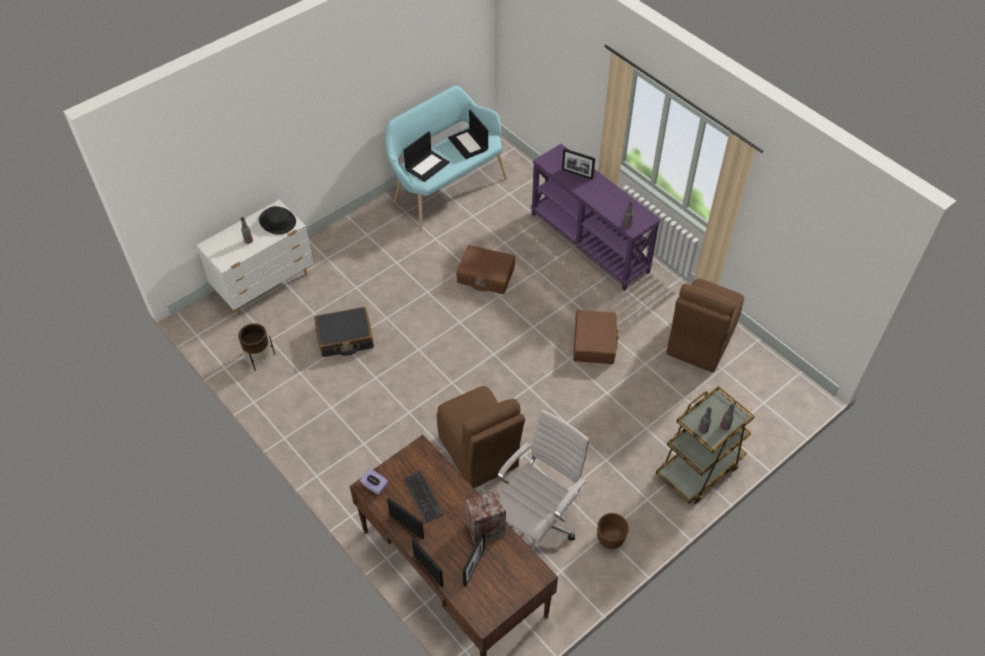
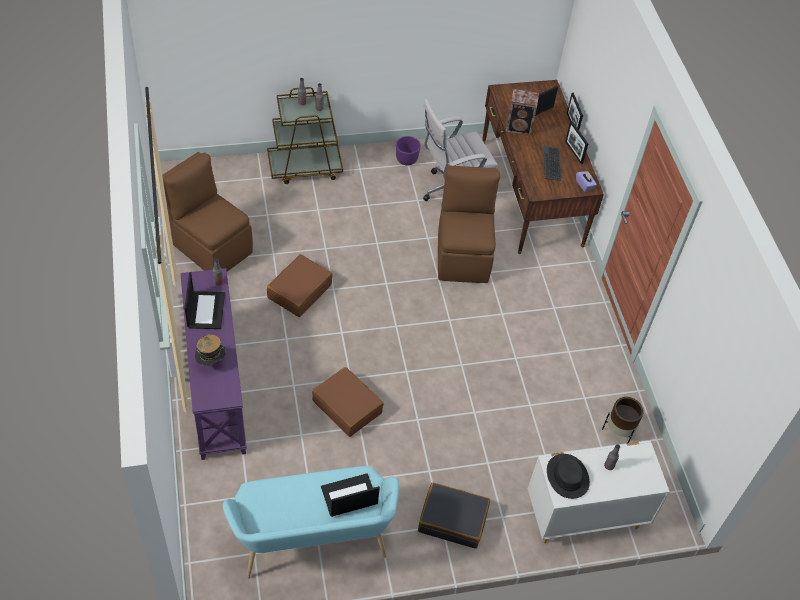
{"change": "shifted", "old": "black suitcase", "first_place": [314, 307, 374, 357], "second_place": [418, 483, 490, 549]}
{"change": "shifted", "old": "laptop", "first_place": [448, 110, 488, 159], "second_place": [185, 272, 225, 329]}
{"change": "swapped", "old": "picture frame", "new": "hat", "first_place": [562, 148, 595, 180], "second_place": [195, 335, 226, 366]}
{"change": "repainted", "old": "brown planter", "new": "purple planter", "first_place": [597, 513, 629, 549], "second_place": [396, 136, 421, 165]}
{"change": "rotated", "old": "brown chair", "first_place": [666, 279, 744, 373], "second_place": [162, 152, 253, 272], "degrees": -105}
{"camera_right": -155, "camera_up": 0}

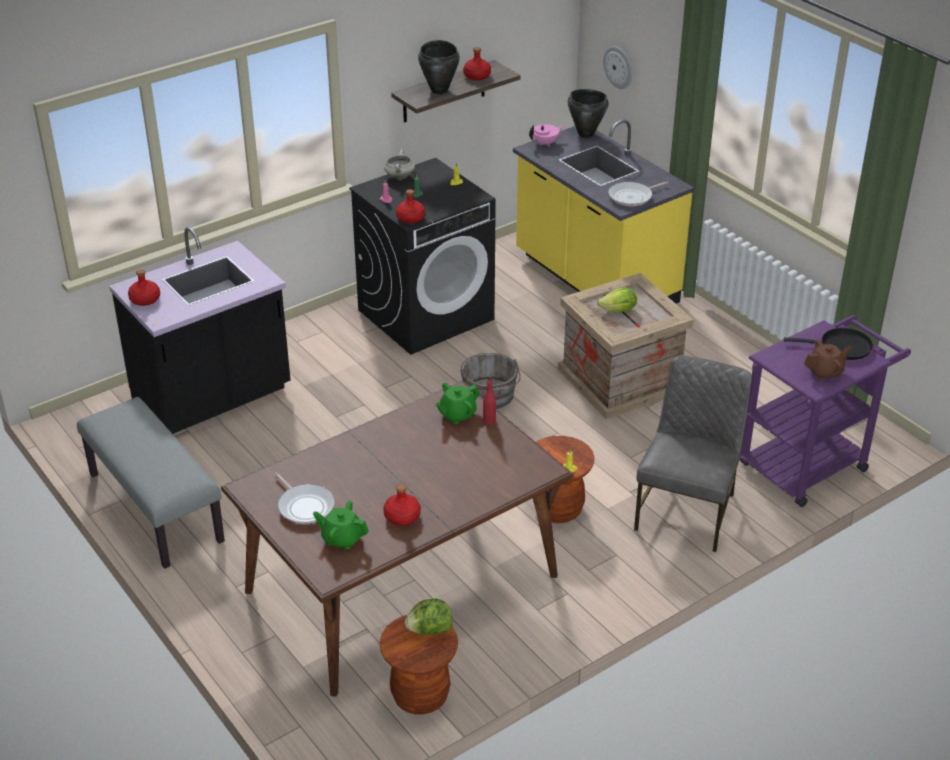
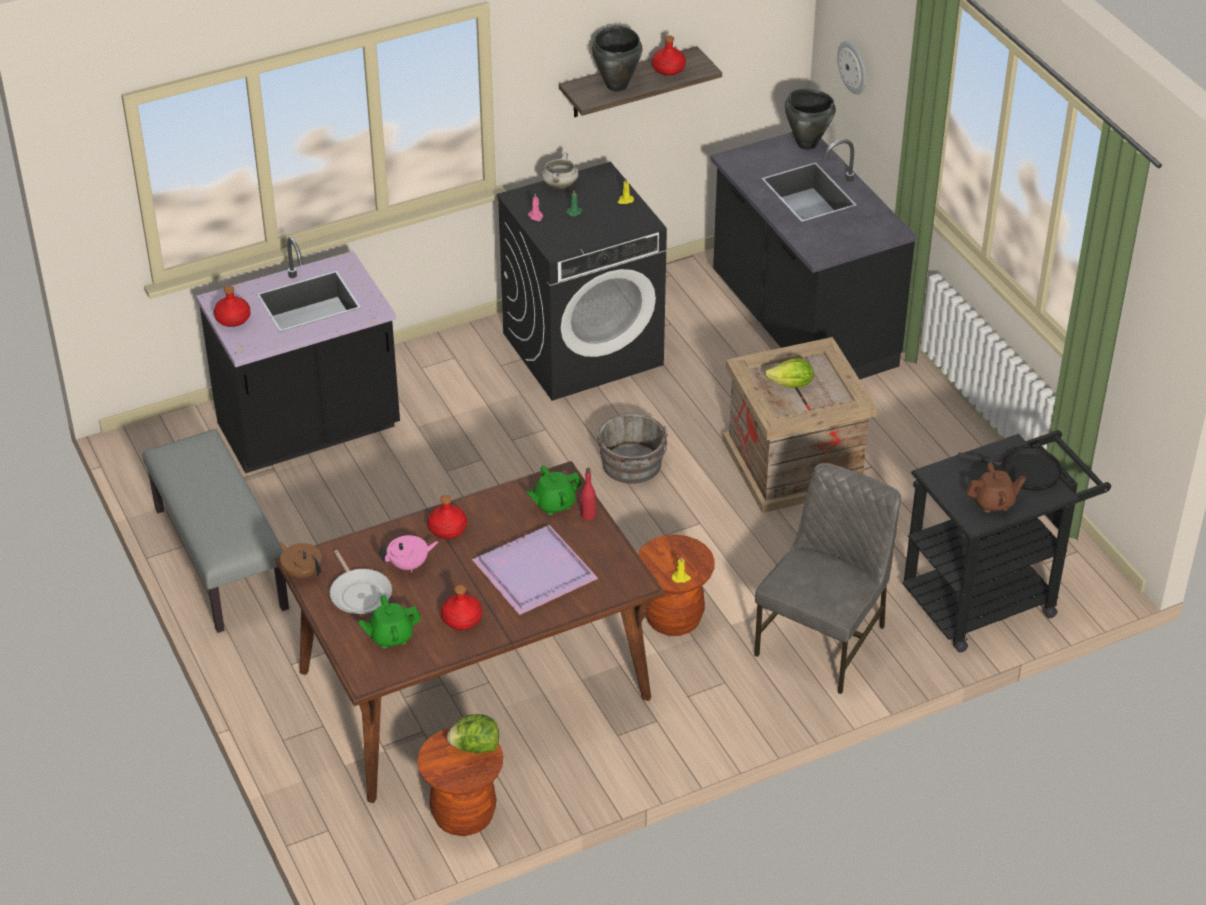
{"change": "rotated", "old": "green teapot", "first_place": [313, 501, 369, 549], "second_place": [358, 595, 421, 648], "degrees": -45}
{"change": "shifted", "old": "red bottle", "first_place": [396, 189, 425, 224], "second_place": [427, 495, 467, 539]}
{"change": "repainted", "old": "yellow counter", "new": "black counter", "first_place": [513, 119, 694, 304], "second_place": [711, 132, 917, 380]}
{"change": "shifted", "old": "pink teapot", "first_place": [529, 124, 564, 146], "second_place": [379, 535, 438, 572]}
{"change": "gone", "old": "frying pan", "first_place": [608, 182, 668, 206]}
{"change": "repainted", "old": "purple cart", "new": "black cart", "first_place": [739, 315, 911, 507], "second_place": [902, 430, 1111, 652]}
{"change": "new", "new": "brown teapot", "second_place": [279, 542, 322, 578]}
{"change": "new", "new": "purple tray", "second_place": [472, 525, 598, 615]}
{"camera_right": 10, "camera_up": 5}

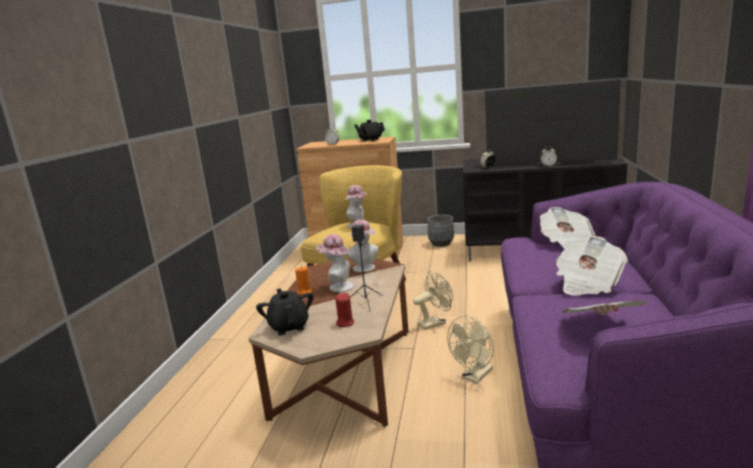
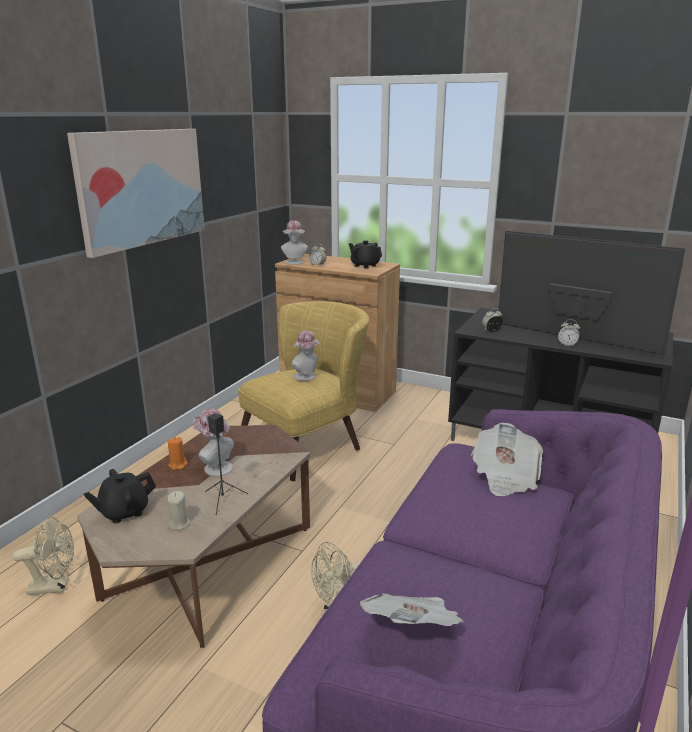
{"change": "rotated", "old": "black teapot", "first_place": [256, 289, 313, 335], "second_place": [84, 469, 156, 524], "degrees": -120}
{"change": "repainted", "old": "red candle", "new": "beige candle", "first_place": [335, 293, 354, 327], "second_place": [168, 491, 190, 530]}
{"change": "shifted", "old": "hat", "first_place": [347, 220, 378, 272], "second_place": [281, 220, 308, 264]}
{"change": "shifted", "old": "beige fan", "first_place": [413, 271, 453, 330], "second_place": [13, 517, 74, 595]}
{"change": "gone", "old": "grey planter", "first_place": [427, 215, 454, 247]}
{"change": "gone", "old": "newspaper", "first_place": [556, 236, 628, 295]}
{"change": "new", "new": "picture", "second_place": [67, 129, 205, 258]}
{"camera_right": 15, "camera_up": 5}

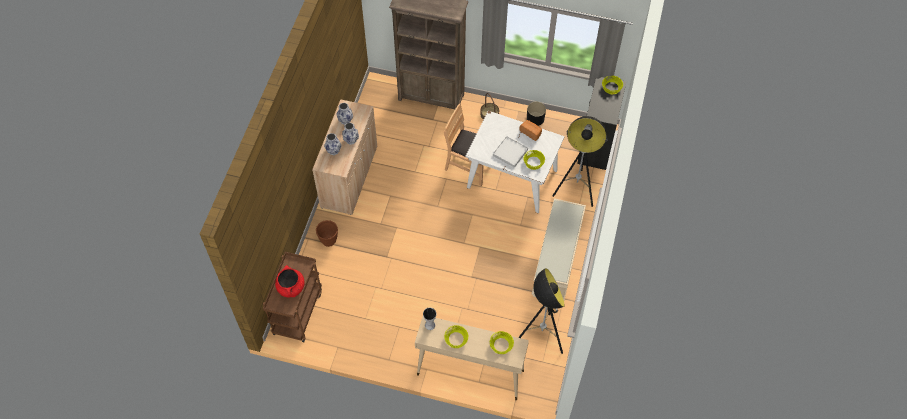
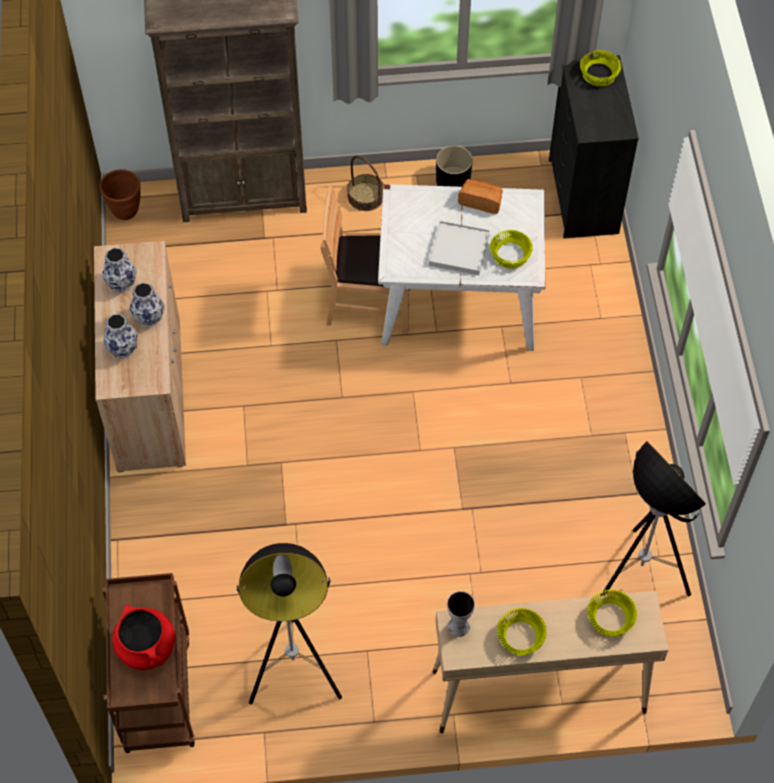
{"change": "shifted", "old": "brown planter", "first_place": [316, 220, 338, 247], "second_place": [100, 169, 141, 220]}
{"change": "gone", "old": "beige bench", "first_place": [532, 198, 586, 300]}
{"change": "shifted", "old": "floor lamp", "first_place": [552, 116, 607, 207], "second_place": [236, 543, 342, 704]}
{"camera_right": -20, "camera_up": 0}

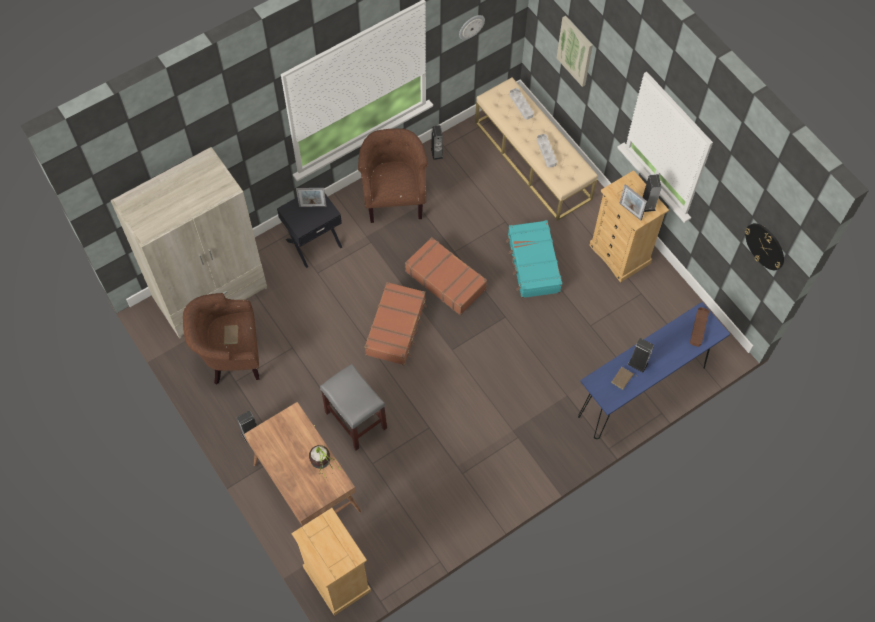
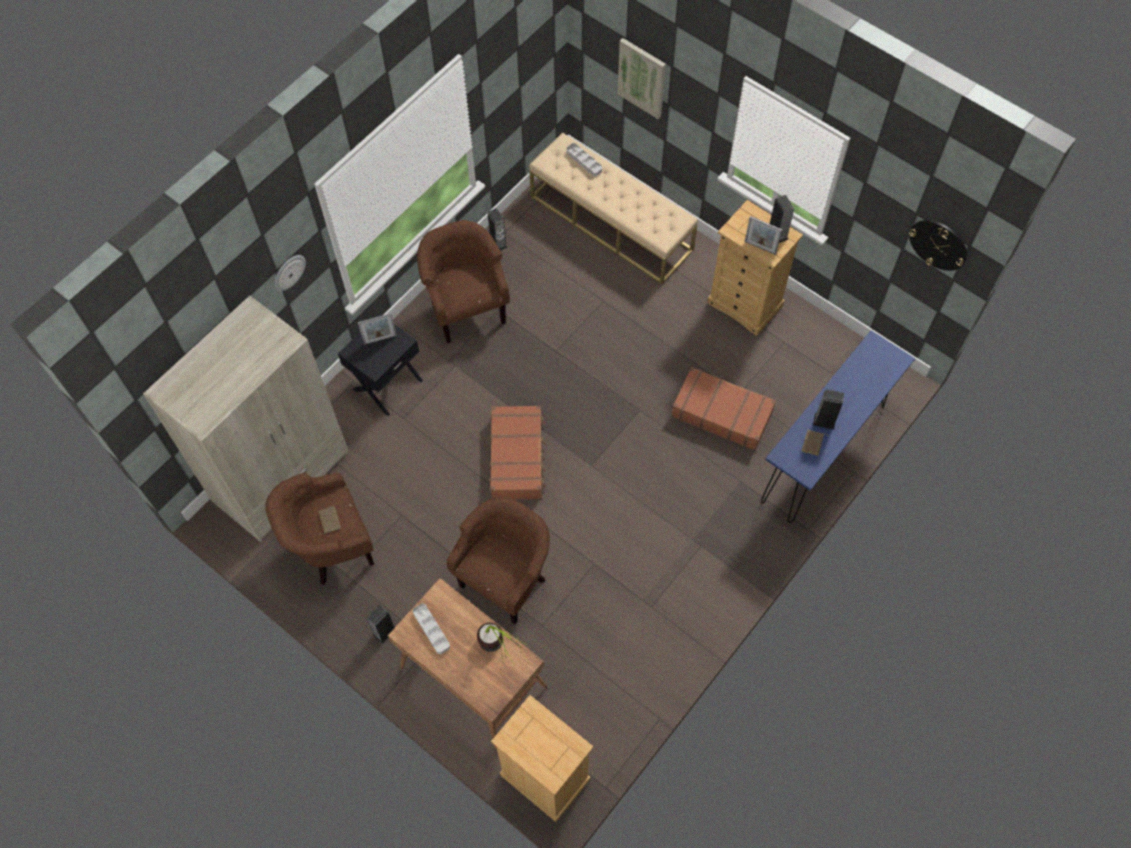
{"change": "swapped", "old": "grey stool", "new": "brown armchair", "first_place": [320, 364, 387, 451], "second_place": [446, 496, 550, 624]}
{"change": "shifted", "old": "brown suitcase", "first_place": [405, 237, 487, 315], "second_place": [671, 367, 776, 451]}
{"change": "shifted", "old": "wall clock", "first_place": [459, 15, 485, 40], "second_place": [275, 255, 306, 291]}
{"change": "gone", "old": "turquoise suitcase", "first_place": [506, 220, 563, 298]}
{"change": "shifted", "old": "grey tray", "first_place": [537, 134, 557, 168], "second_place": [413, 604, 450, 654]}
{"change": "gone", "old": "brown tray", "first_place": [690, 307, 709, 347]}
{"camera_right": -15, "camera_up": 0}

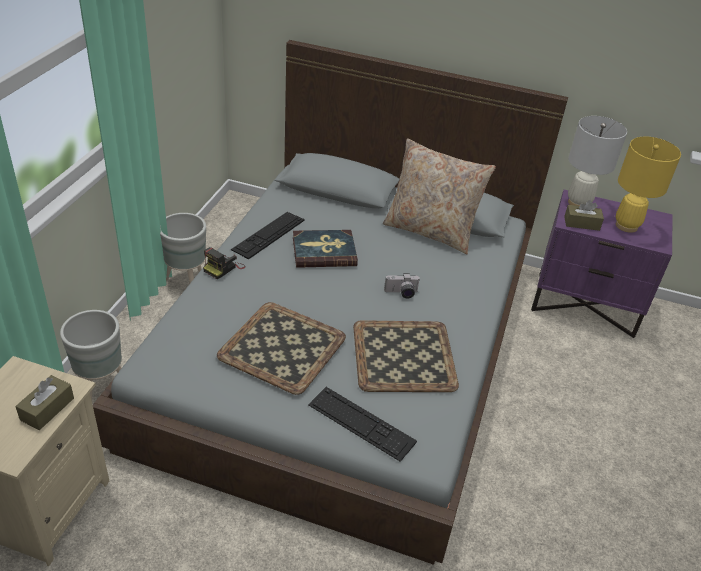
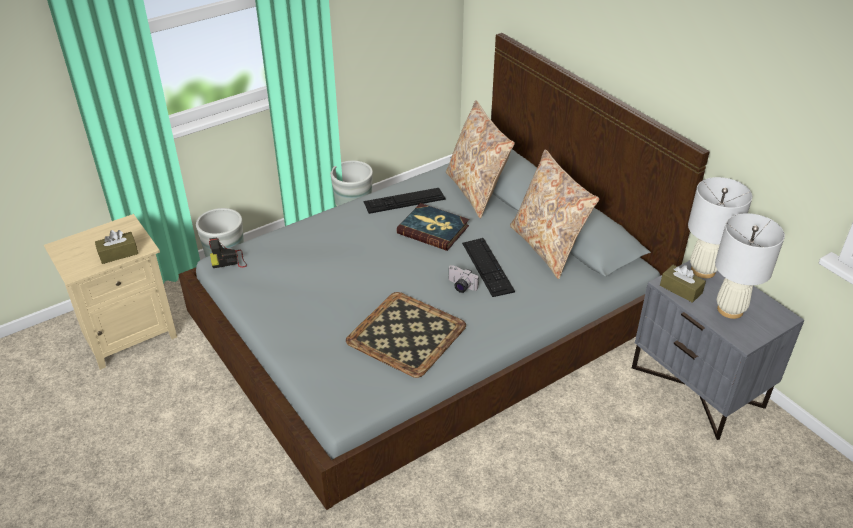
{"change": "shifted", "old": "photo camera", "first_place": [203, 247, 246, 280], "second_place": [209, 238, 247, 268]}
{"change": "gone", "old": "tray", "first_place": [217, 302, 346, 395]}
{"change": "shifted", "old": "keyboard", "first_place": [308, 387, 417, 462], "second_place": [462, 238, 515, 297]}
{"change": "repainted", "old": "purple nightstand", "new": "grey nightstand", "first_place": [531, 190, 673, 338], "second_place": [632, 260, 804, 440]}
{"change": "repainted", "old": "yellow table lamp", "new": "white table lamp", "first_place": [616, 137, 681, 233], "second_place": [715, 213, 785, 319]}
{"change": "new", "new": "beige pillow", "second_place": [446, 100, 515, 218]}
{"camera_right": 40, "camera_up": 0}

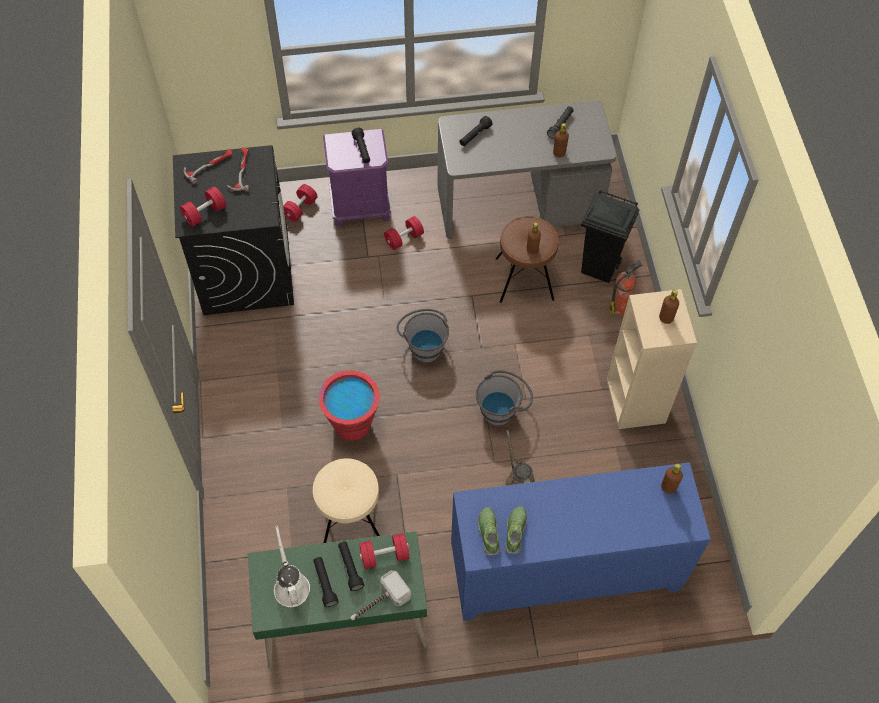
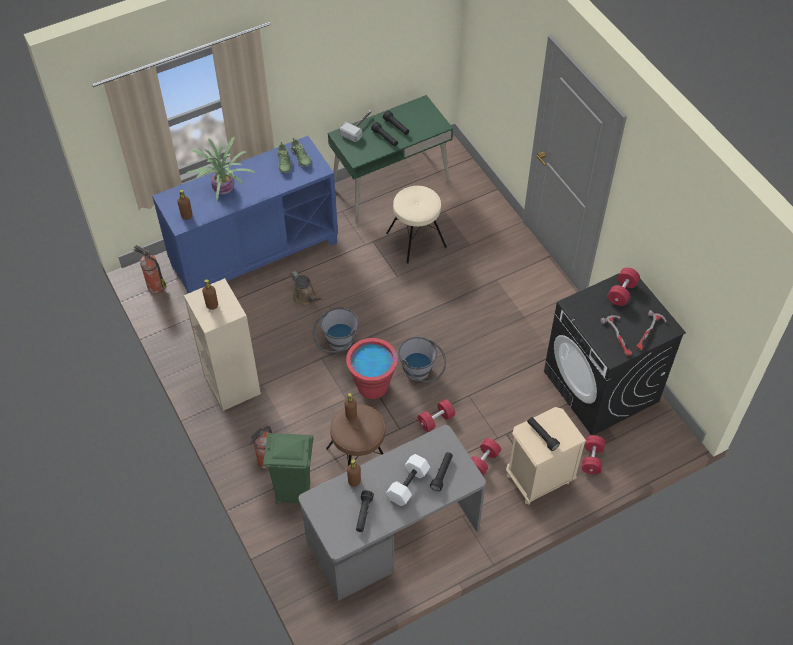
{"change": "gone", "old": "white watering can", "first_place": [274, 525, 310, 607]}
{"change": "shifted", "old": "red bucket", "first_place": [318, 370, 380, 441], "second_place": [346, 338, 398, 399]}
{"change": "repainted", "old": "purple nightstand", "new": "beige nightstand", "first_place": [323, 129, 391, 227], "second_place": [506, 407, 586, 505]}
{"change": "shifted", "old": "red dumbbell", "first_place": [359, 533, 409, 569], "second_place": [418, 399, 455, 432]}
{"change": "repainted", "old": "black trash can", "new": "green trash can", "first_place": [581, 190, 639, 283], "second_place": [263, 433, 314, 504]}
{"change": "new", "new": "fire extinguisher", "second_place": [134, 245, 166, 293]}
{"change": "new", "new": "potted plant", "second_place": [185, 136, 257, 201]}
{"change": "new", "new": "white dumbbell", "second_place": [386, 454, 430, 506]}
{"camera_right": 160, "camera_up": -5}

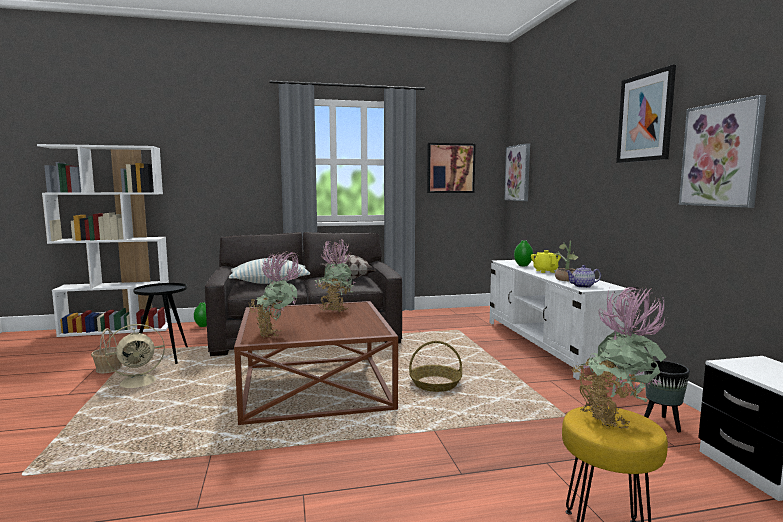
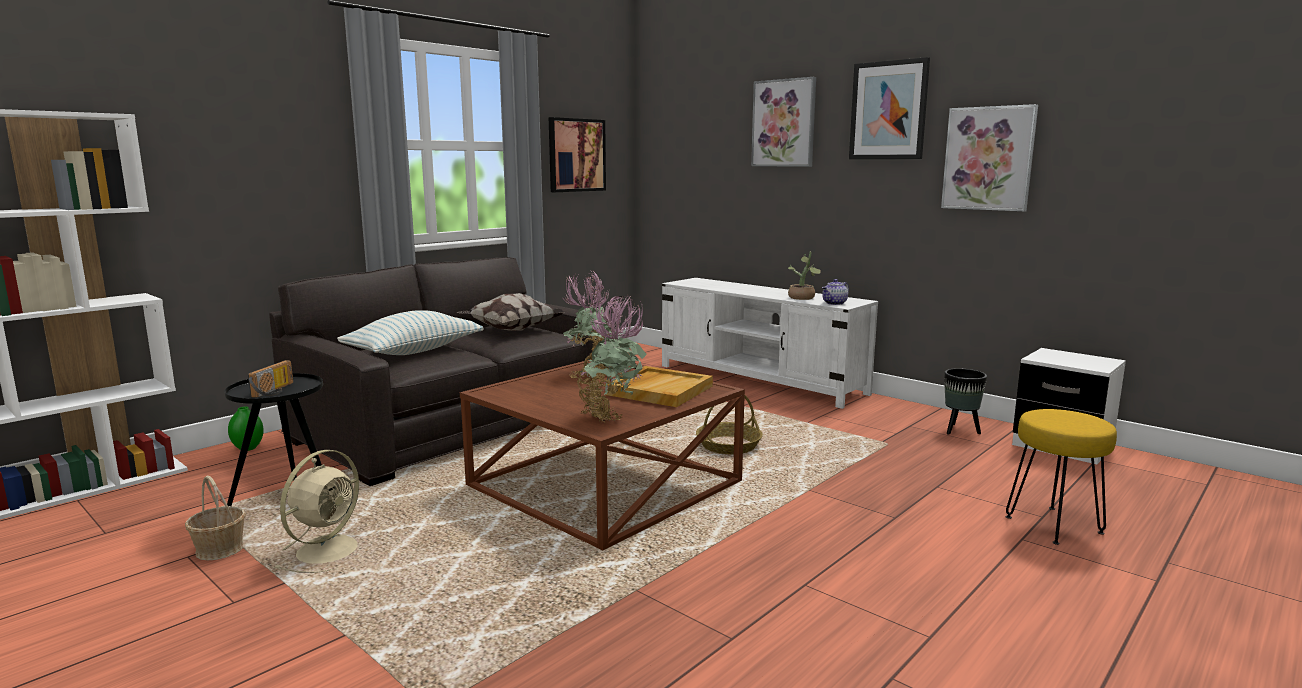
{"change": "shifted", "old": "picture", "first_place": [504, 143, 530, 201], "second_place": [751, 77, 816, 167]}
{"change": "gone", "old": "green vase", "first_place": [514, 240, 533, 266]}
{"change": "gone", "old": "yellow teapot", "first_place": [531, 250, 561, 273]}
{"change": "gone", "old": "potted plant", "first_place": [570, 286, 667, 429]}
{"change": "new", "new": "radio", "second_place": [248, 360, 293, 398]}
{"change": "new", "new": "beige tray", "second_place": [605, 366, 713, 407]}
{"camera_right": -35, "camera_up": 5}

